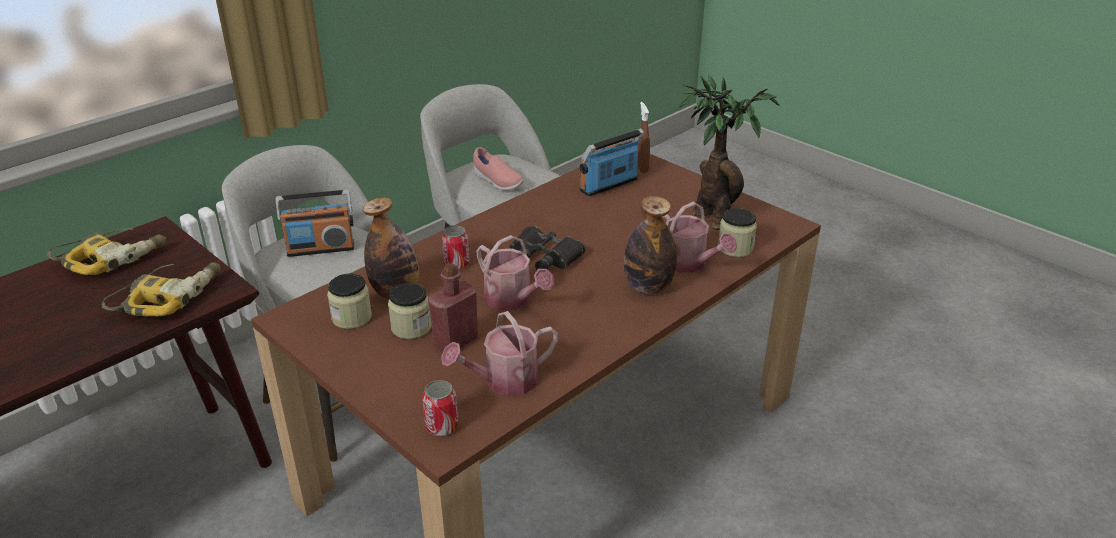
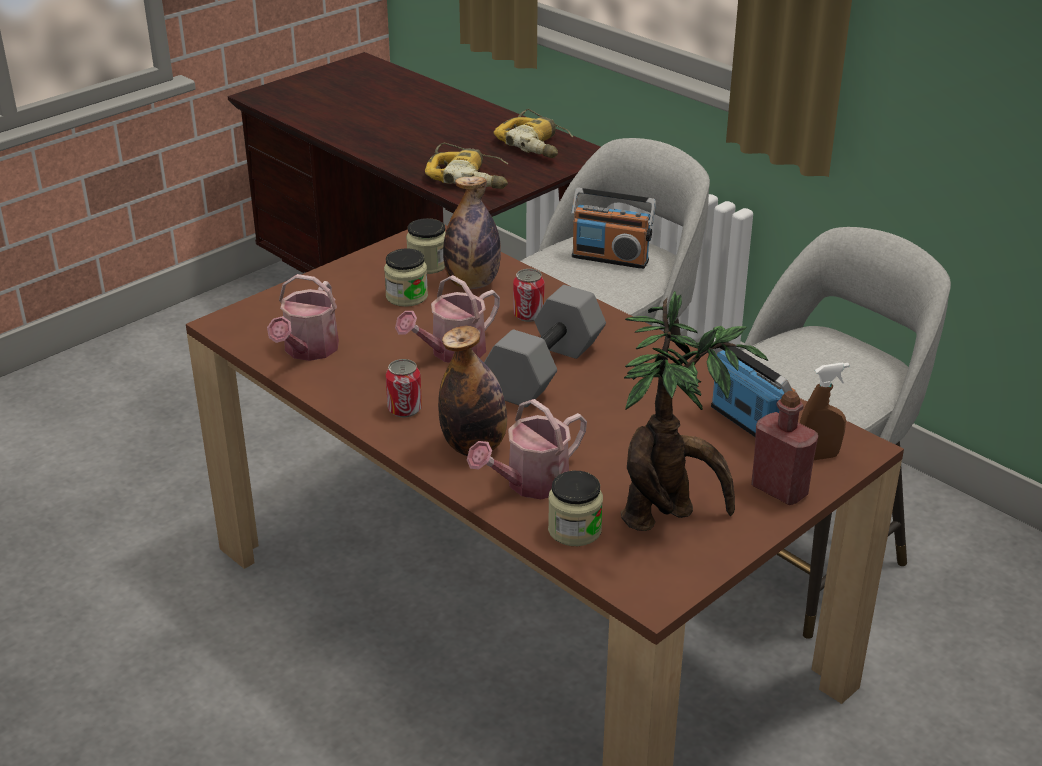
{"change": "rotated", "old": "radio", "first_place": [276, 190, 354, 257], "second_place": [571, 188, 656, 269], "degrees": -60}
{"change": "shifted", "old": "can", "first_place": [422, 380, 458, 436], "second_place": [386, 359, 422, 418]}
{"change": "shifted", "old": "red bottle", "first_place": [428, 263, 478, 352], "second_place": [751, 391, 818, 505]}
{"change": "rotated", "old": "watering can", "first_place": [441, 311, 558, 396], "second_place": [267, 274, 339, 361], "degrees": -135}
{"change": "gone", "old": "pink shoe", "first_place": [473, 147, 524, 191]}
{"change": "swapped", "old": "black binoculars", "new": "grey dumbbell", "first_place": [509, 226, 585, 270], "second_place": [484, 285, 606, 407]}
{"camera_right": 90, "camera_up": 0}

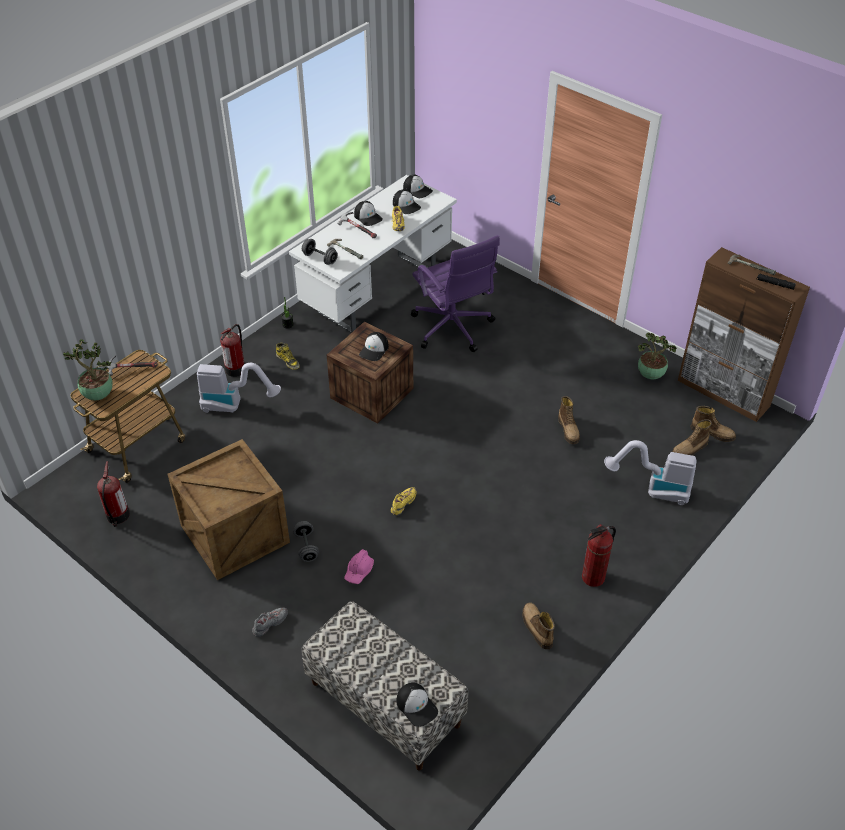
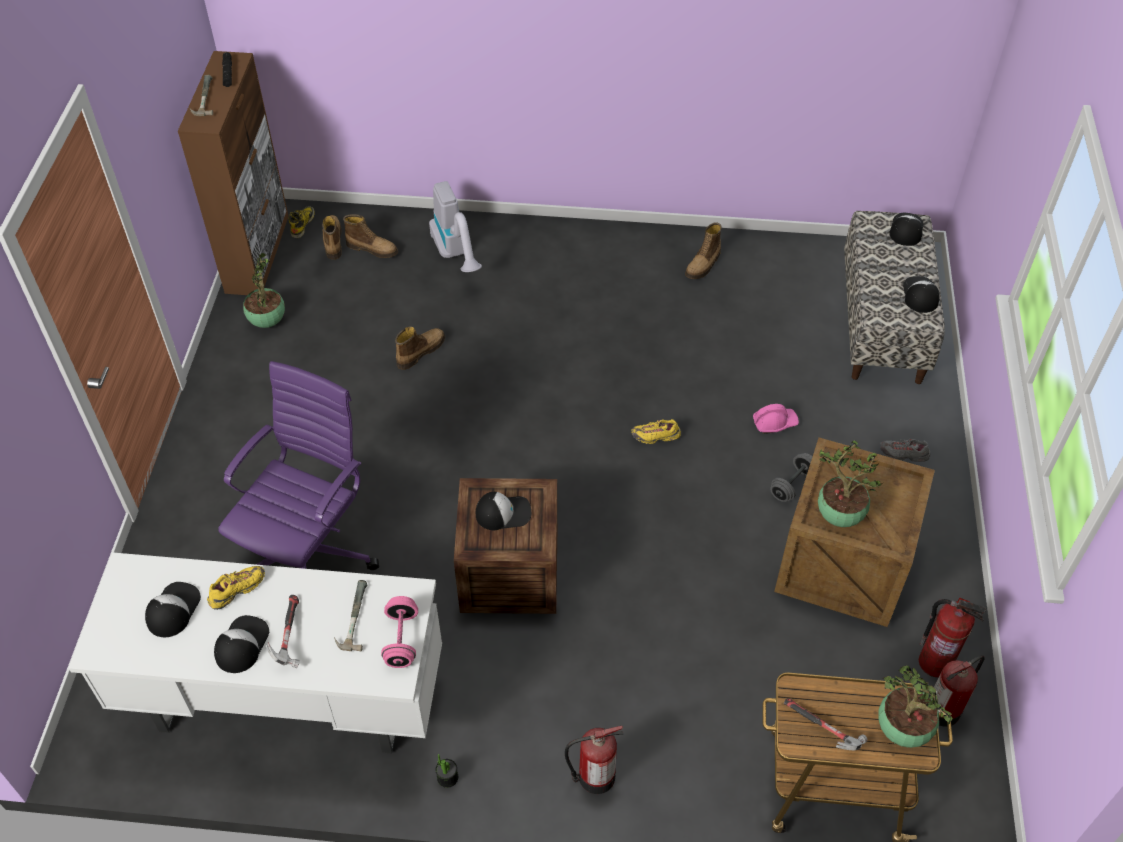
{"change": "gone", "old": "vacuum cleaner", "first_place": [197, 363, 281, 413]}
{"change": "shifted", "old": "boot", "first_place": [276, 343, 300, 370], "second_place": [289, 206, 315, 238]}
{"change": "repainted", "old": "grey dumbbell", "new": "pink dumbbell", "first_place": [302, 239, 338, 265], "second_place": [381, 596, 418, 668]}
{"change": "shifted", "old": "cap", "first_place": [403, 175, 433, 198], "second_place": [903, 276, 939, 313]}
{"change": "shifted", "old": "fire extinguisher", "first_place": [582, 524, 616, 587], "second_place": [919, 597, 986, 677]}
{"change": "new", "new": "potted plant", "second_place": [818, 440, 883, 527]}
{"camera_right": -125, "camera_up": 5}

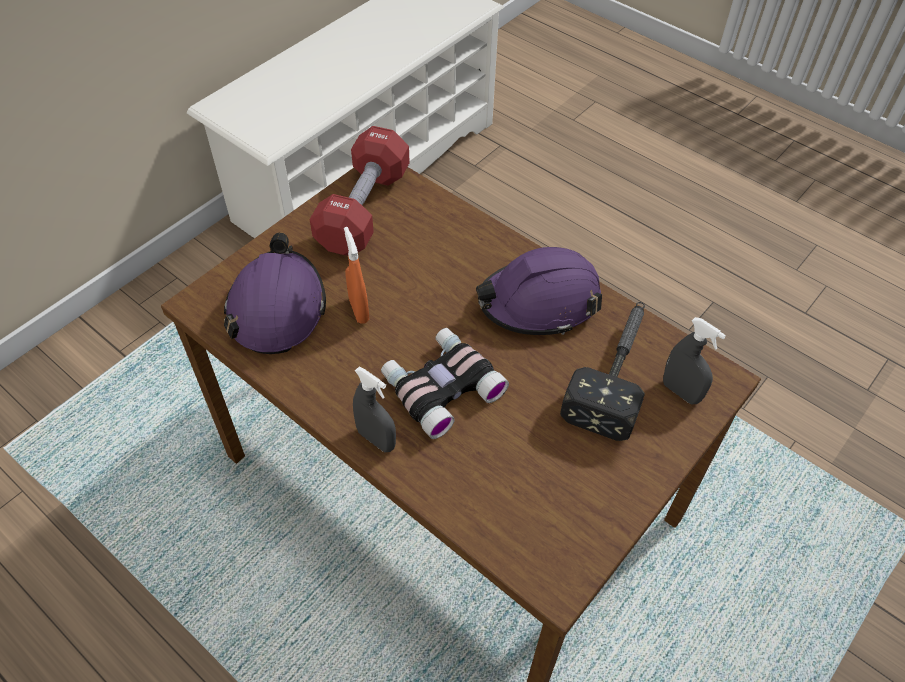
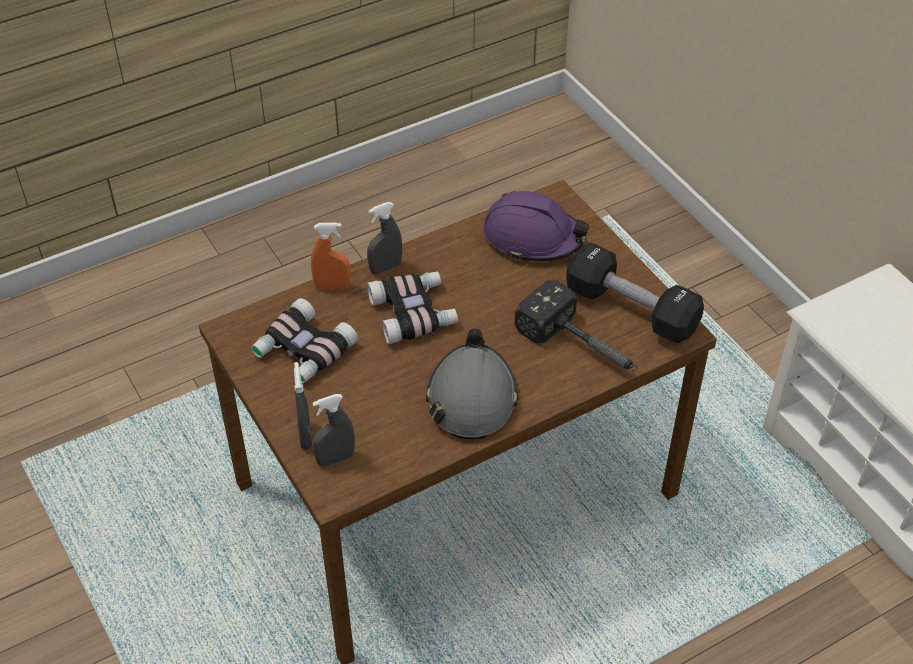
{"change": "repainted", "old": "red dumbbell", "new": "black dumbbell", "first_place": [310, 126, 410, 256], "second_place": [566, 242, 704, 343]}
{"change": "shifted", "old": "orange spray bottle", "first_place": [344, 227, 369, 324], "second_place": [311, 223, 351, 290]}
{"change": "repainted", "old": "purple hard hat", "new": "grey hard hat", "first_place": [476, 247, 602, 335], "second_place": [426, 328, 518, 439]}
{"change": "shifted", "old": "hammer", "first_place": [560, 302, 645, 441], "second_place": [515, 280, 638, 371]}
{"change": "new", "new": "binoculars", "second_place": [251, 298, 358, 383]}
{"change": "new", "new": "grey spray bottle", "second_place": [294, 362, 312, 449]}
{"camera_right": 110, "camera_up": -5}

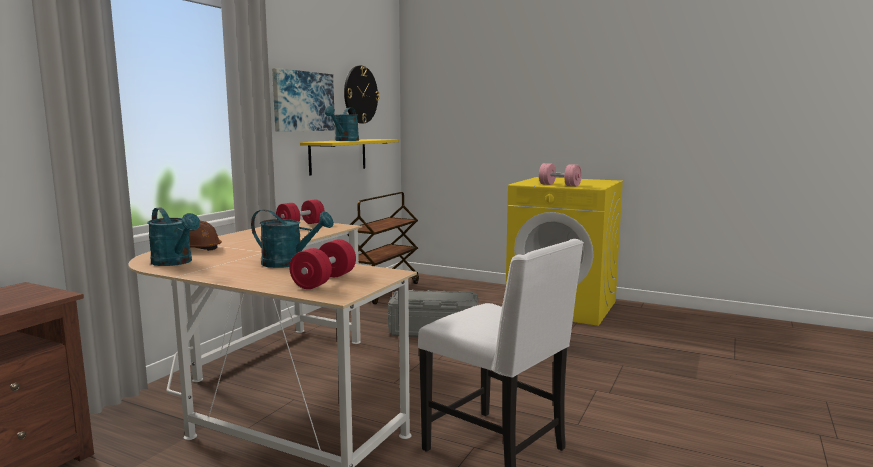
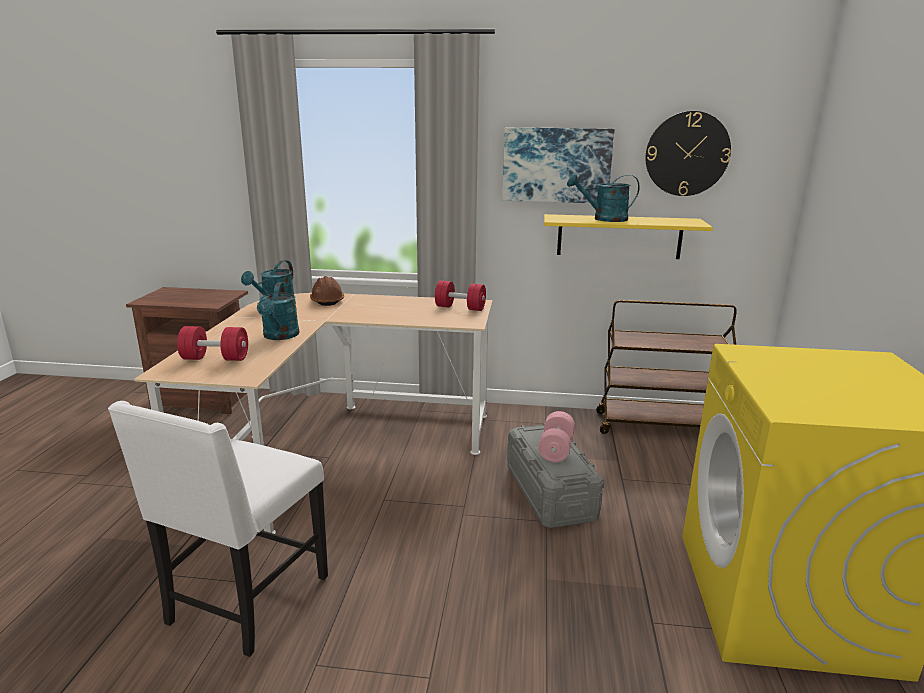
{"change": "shifted", "old": "pink dumbbell", "first_place": [539, 163, 582, 187], "second_place": [538, 411, 575, 462]}
{"camera_right": 70, "camera_up": 10}

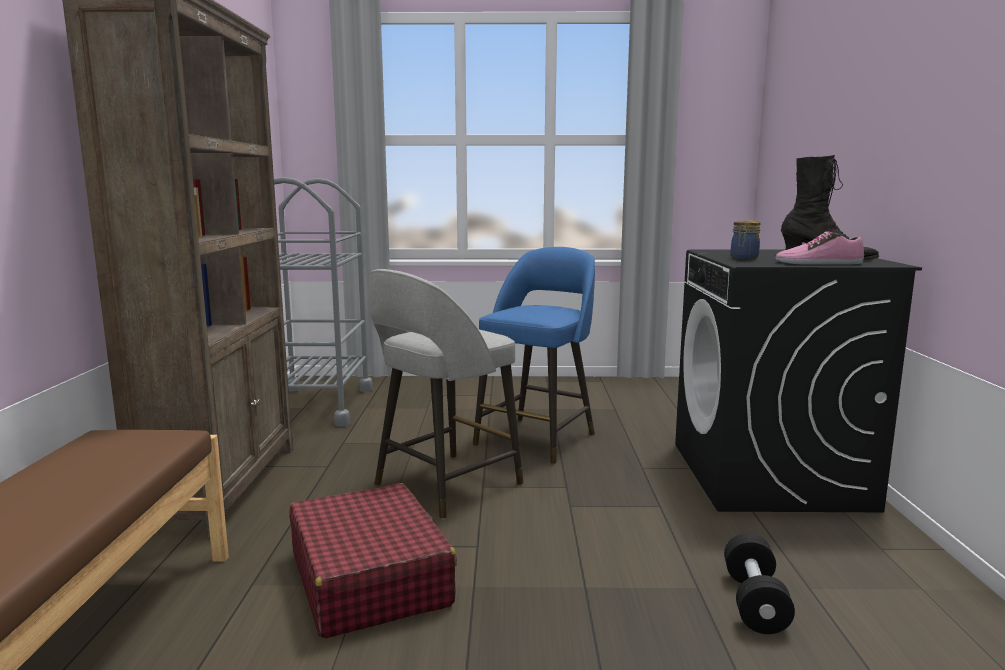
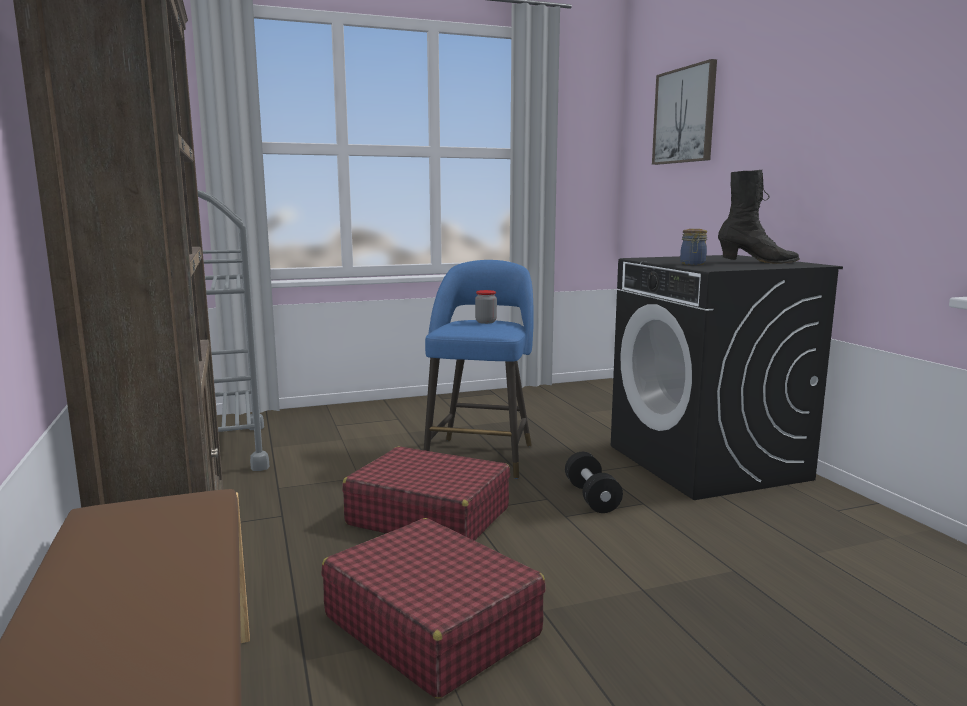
{"change": "swapped", "old": "grey stool", "new": "red suitcase", "first_place": [369, 269, 523, 519], "second_place": [342, 447, 510, 541]}
{"change": "shifted", "old": "black dumbbell", "first_place": [724, 533, 795, 634], "second_place": [565, 452, 623, 513]}
{"change": "gone", "old": "shoe", "first_place": [775, 231, 864, 265]}
{"change": "new", "new": "jar", "second_place": [475, 290, 497, 324]}
{"change": "new", "new": "picture", "second_place": [652, 59, 717, 165]}
{"camera_right": -20, "camera_up": 0}

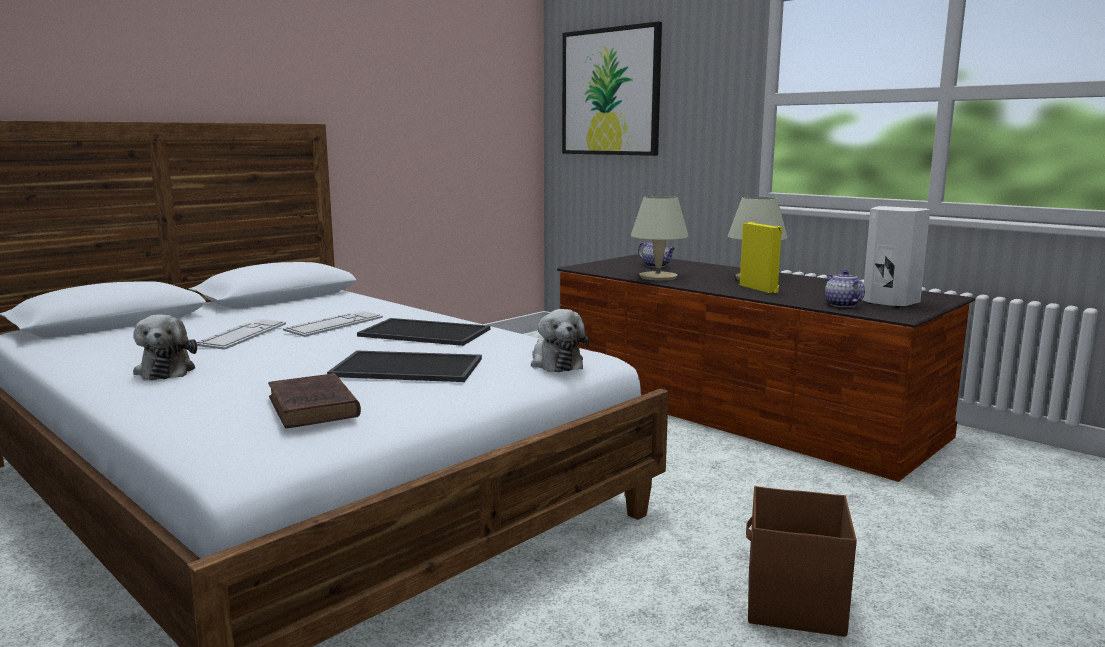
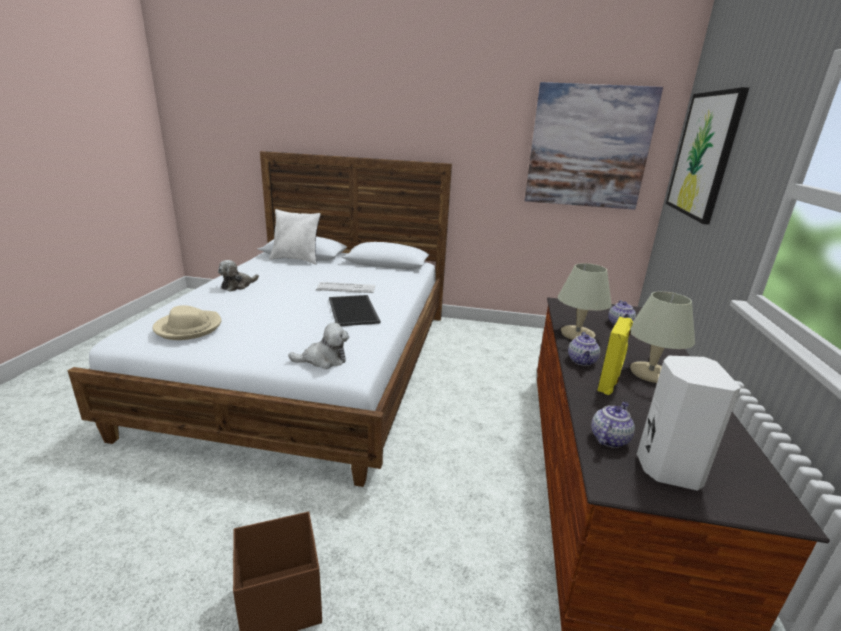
{"change": "gone", "old": "keyboard", "first_place": [197, 319, 286, 350]}
{"change": "swapped", "old": "brown book", "new": "beige hat", "first_place": [268, 373, 361, 428], "second_place": [152, 305, 221, 340]}
{"change": "gone", "old": "tray", "first_place": [327, 351, 482, 382]}
{"change": "rotated", "old": "plush toy", "first_place": [531, 309, 589, 372], "second_place": [288, 323, 349, 369], "degrees": -135}
{"change": "new", "new": "white pillow", "second_place": [269, 209, 321, 265]}
{"change": "new", "new": "picture", "second_place": [524, 82, 663, 210]}
{"change": "new", "new": "teapot", "second_place": [568, 332, 600, 366]}
{"camera_right": 55, "camera_up": 10}

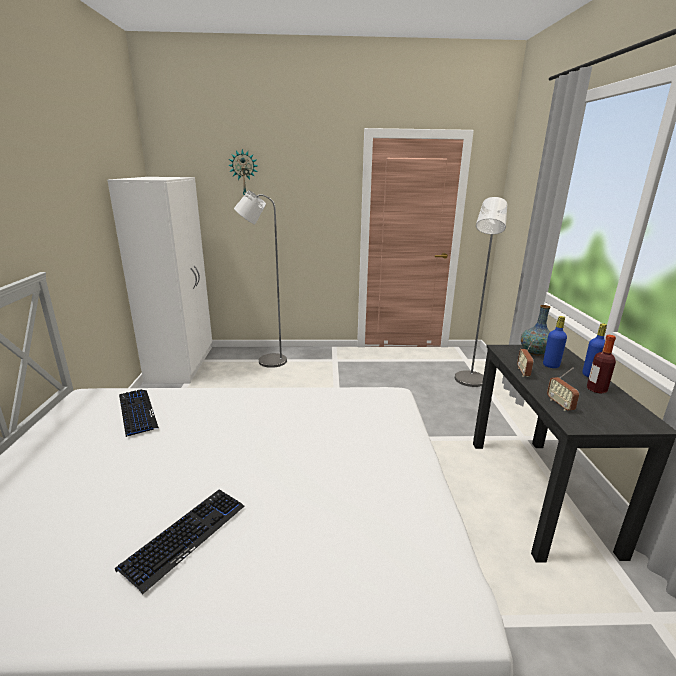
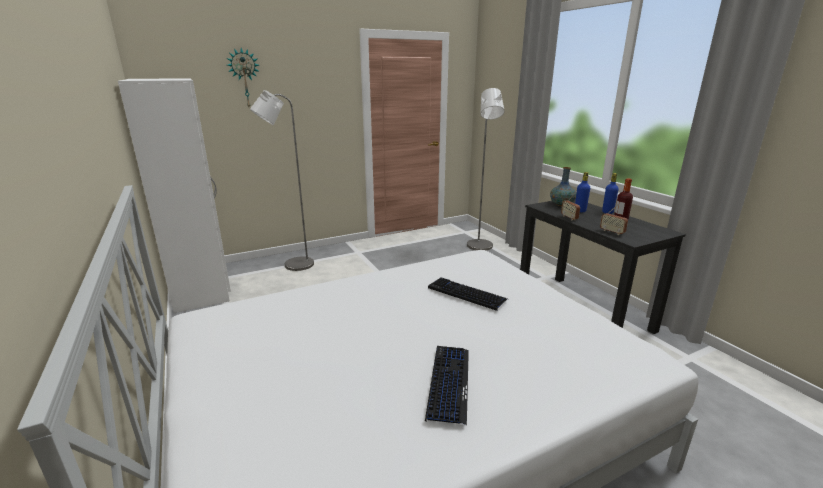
{"change": "shifted", "old": "keyboard", "first_place": [119, 389, 159, 437], "second_place": [428, 277, 507, 311]}
{"camera_right": -25, "camera_up": 0}

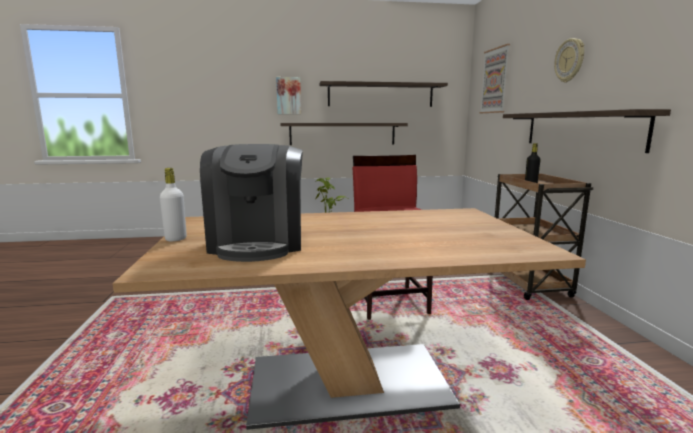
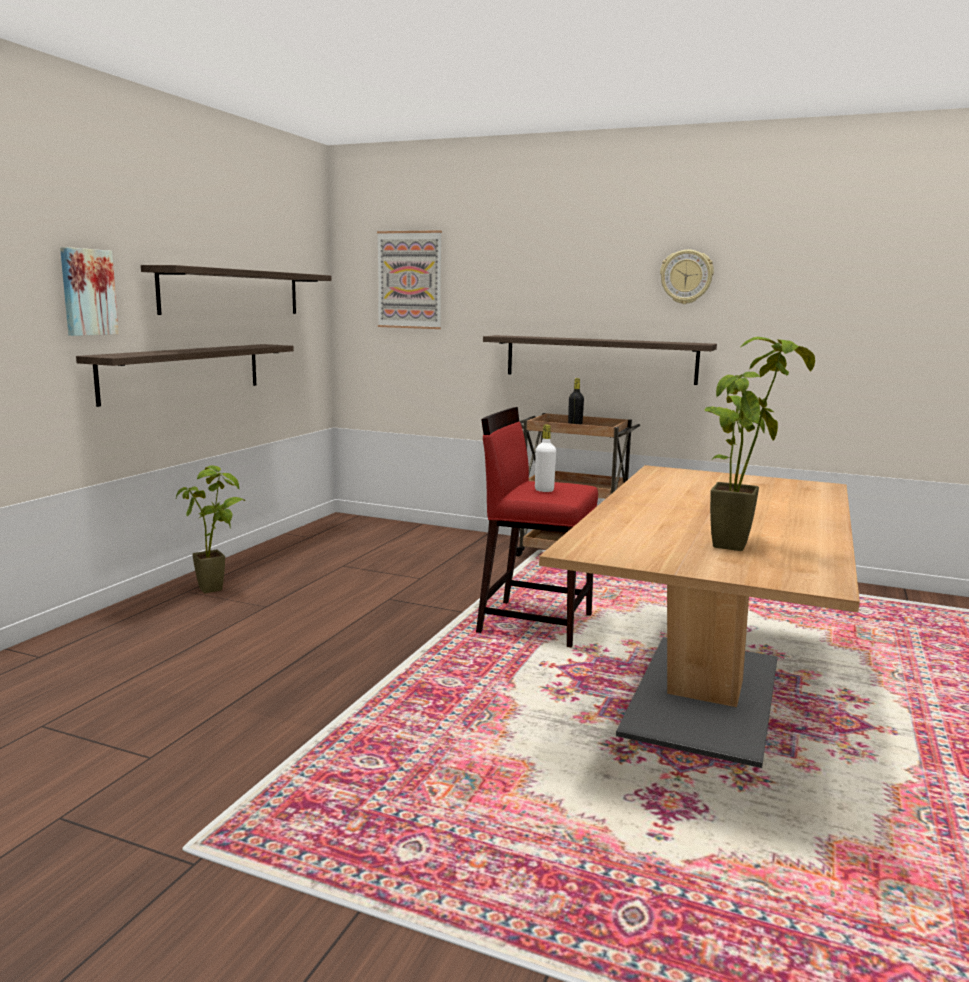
{"change": "shifted", "old": "white bottle", "first_place": [160, 168, 187, 241], "second_place": [535, 424, 556, 492]}
{"change": "swapped", "old": "coffee machine", "new": "potted plant", "first_place": [200, 144, 303, 262], "second_place": [705, 337, 815, 551]}
{"change": "shifted", "old": "wall clock", "first_place": [554, 38, 584, 83], "second_place": [660, 250, 714, 304]}
{"camera_right": -60, "camera_up": 0}

